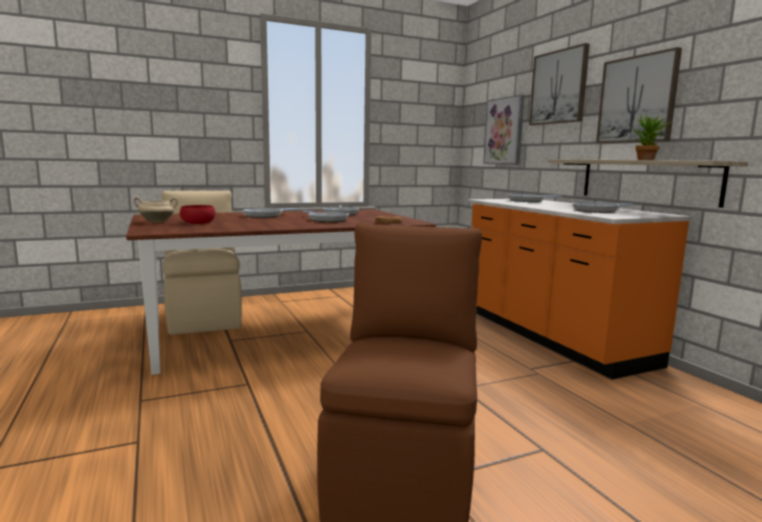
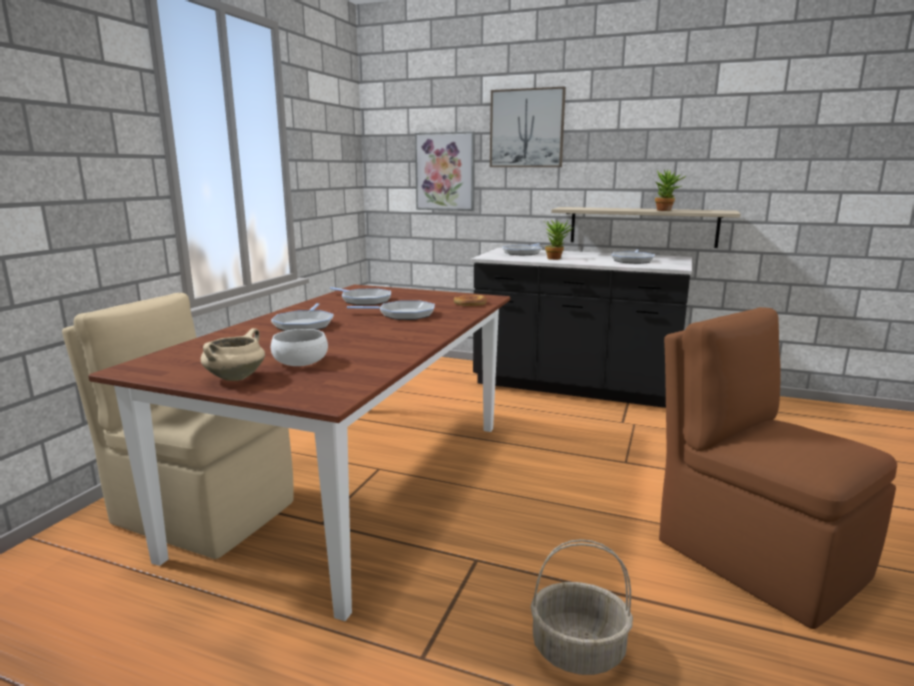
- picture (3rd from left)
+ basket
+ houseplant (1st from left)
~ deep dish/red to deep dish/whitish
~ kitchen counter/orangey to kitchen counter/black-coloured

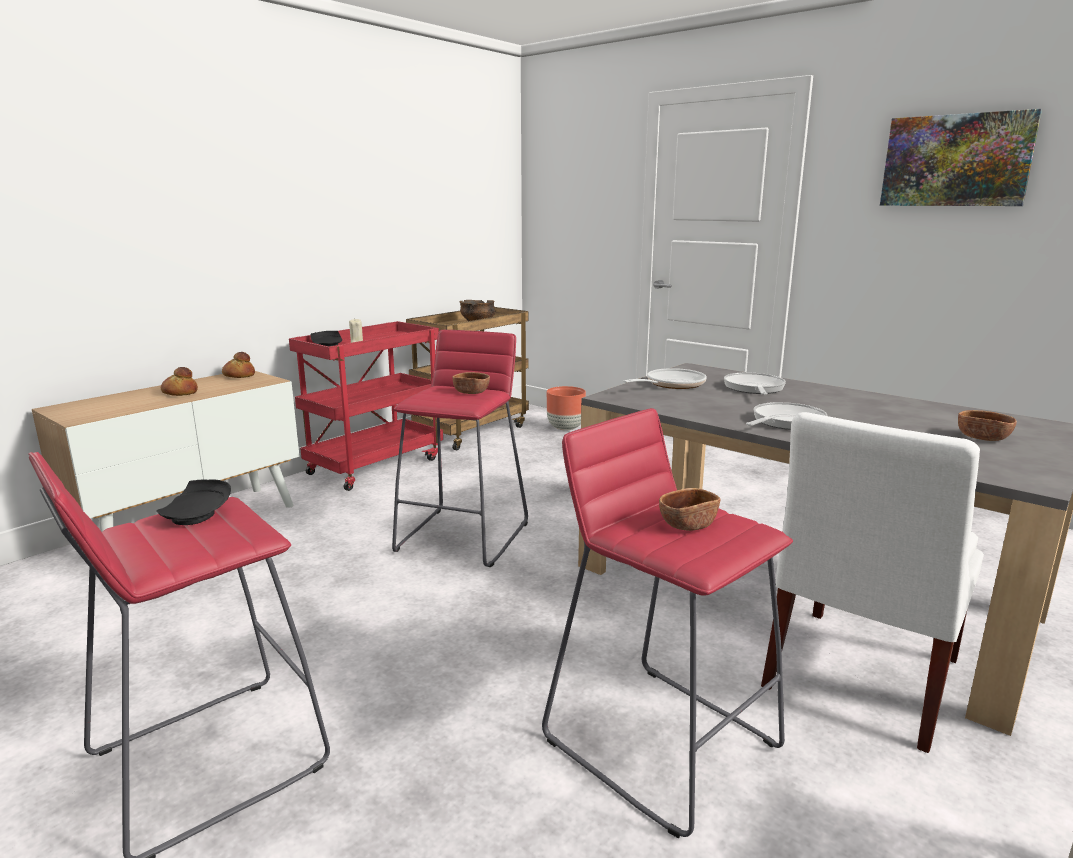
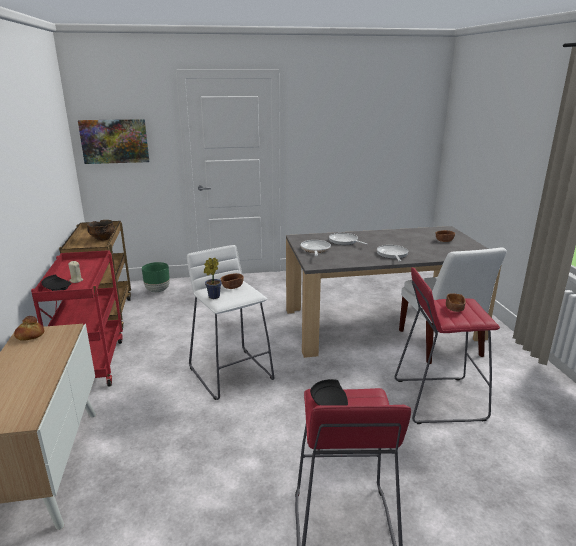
- baked bread (1st from left)
+ houseplant
~ picture
~ stool seat/red (2nd from left) to stool seat/whitish
~ planter/brownish to planter/green-coloured

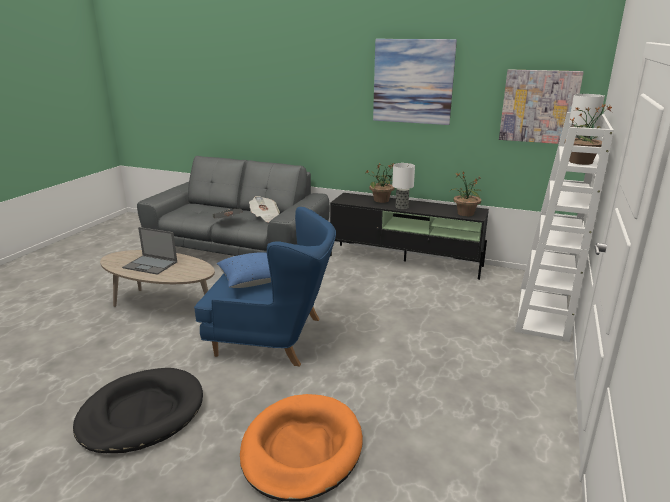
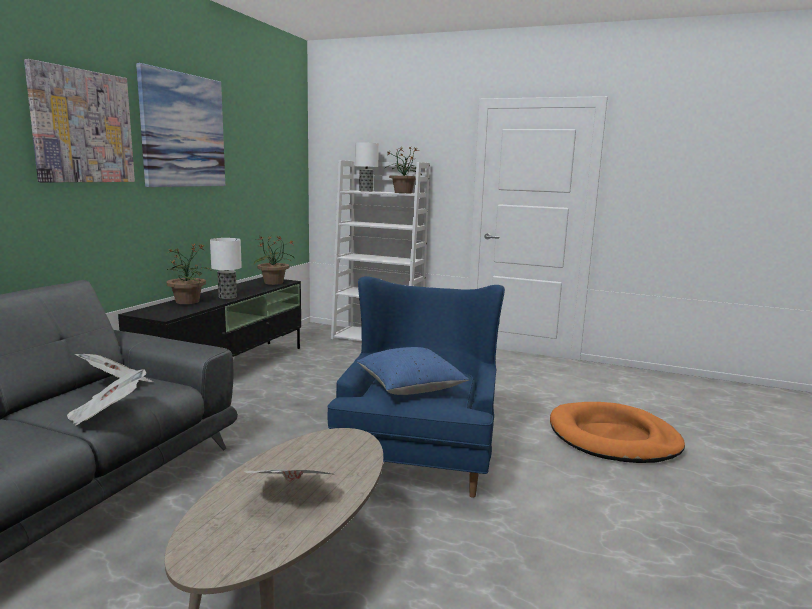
- pet bed/black-coloured
~ picture (2nd from left in the first image) to picture (1st from left)
~ laptop to printed paper (3rd from left)

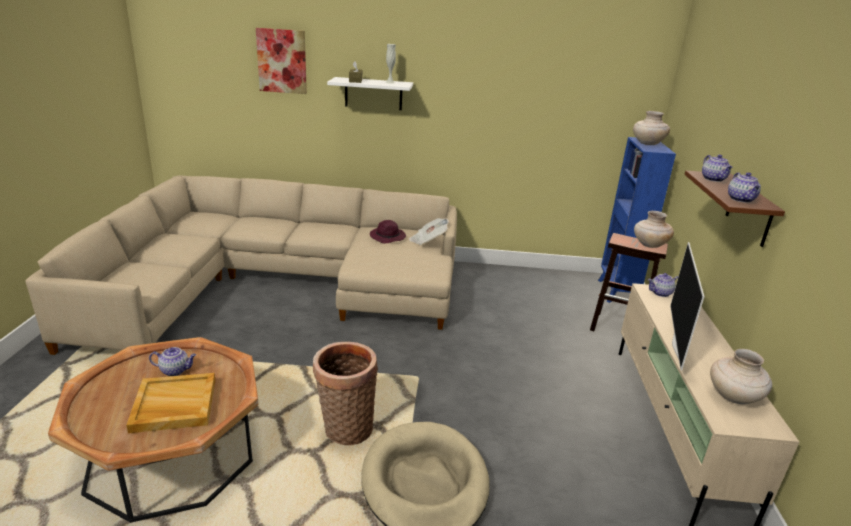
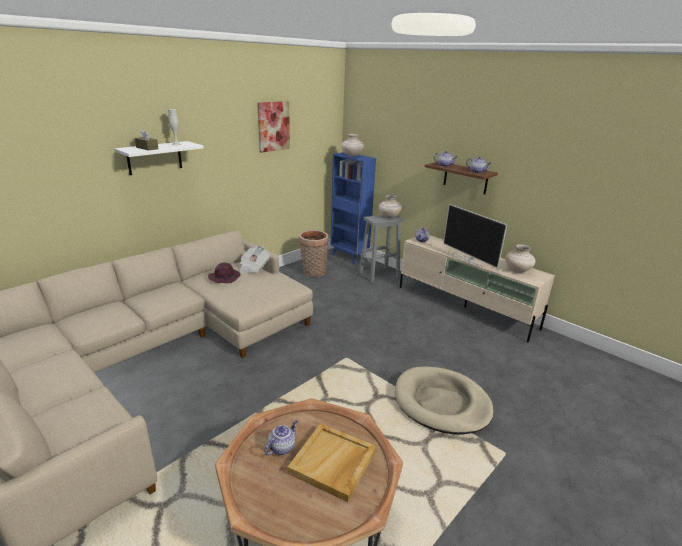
~ picture
~ basket
~ stool seat/brownish to stool seat/grey

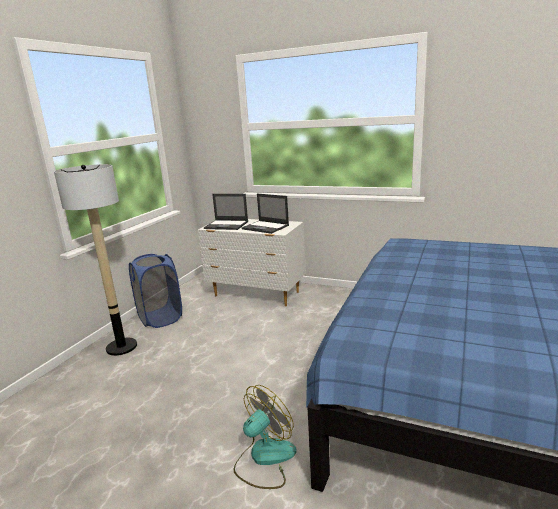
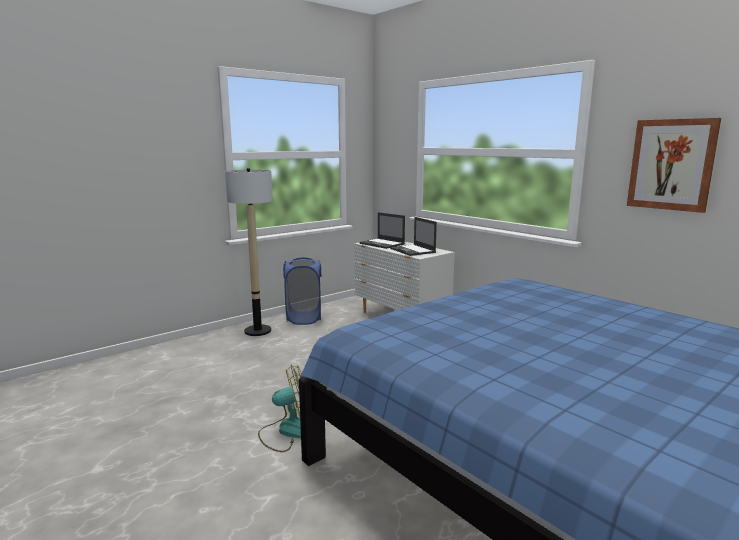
+ picture

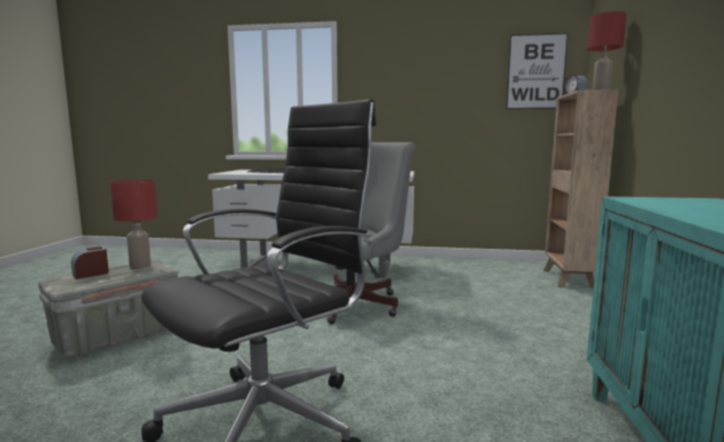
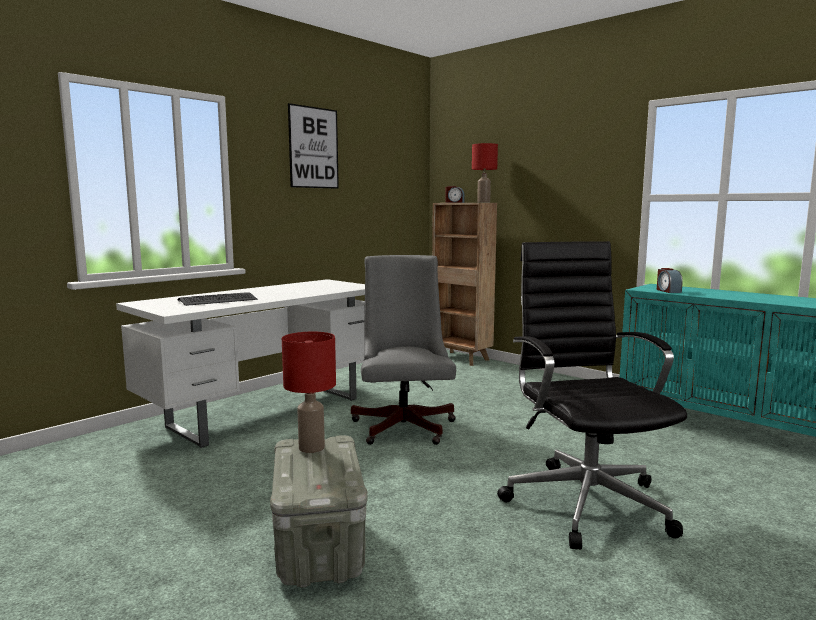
~ table clock (1st from left in the first image) to table clock (2nd from left)
~ picture

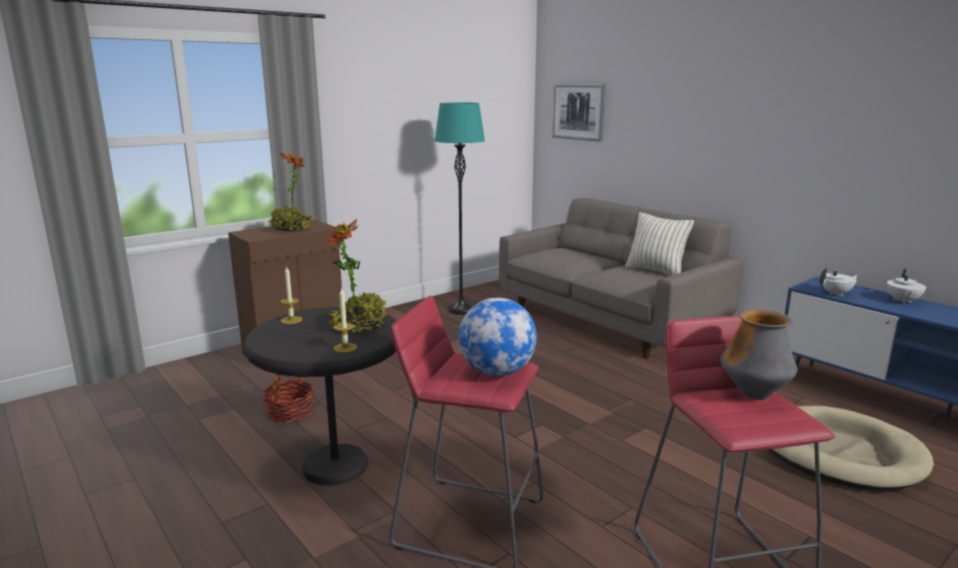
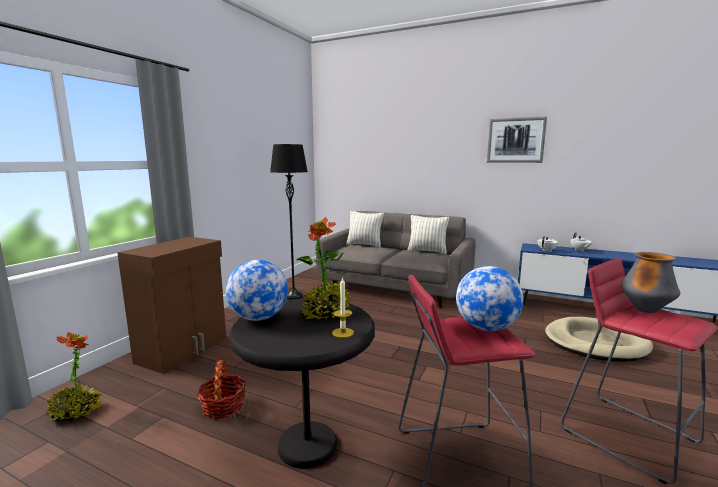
+ cushion (1st from left)
~ houseplant (1st from left)
~ picture
~ candle (1st from left) to globe (1st from left)
~ floor lamp/turquoise to floor lamp/black-coloured

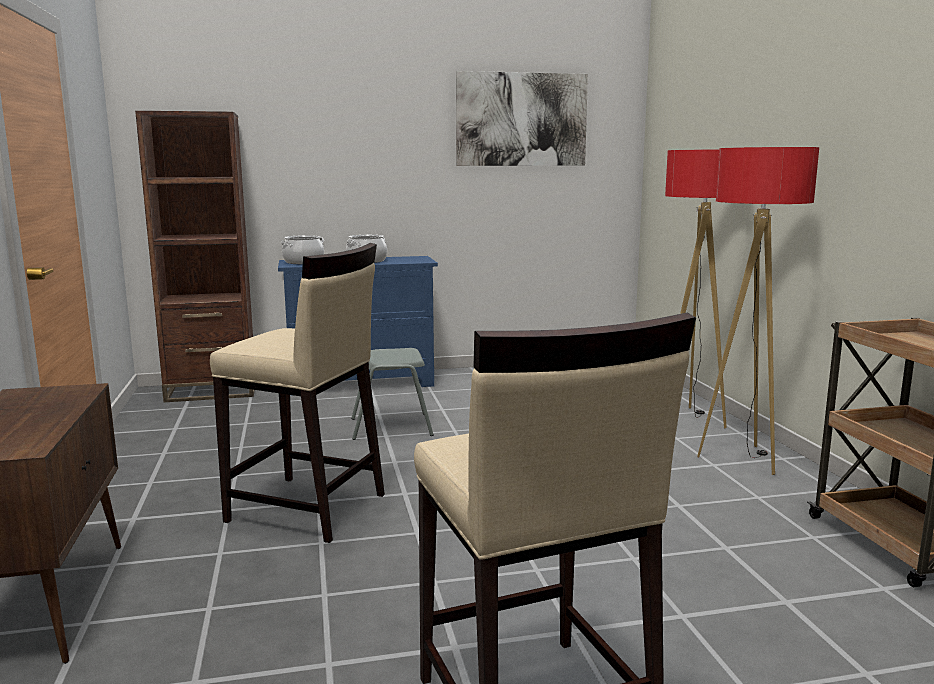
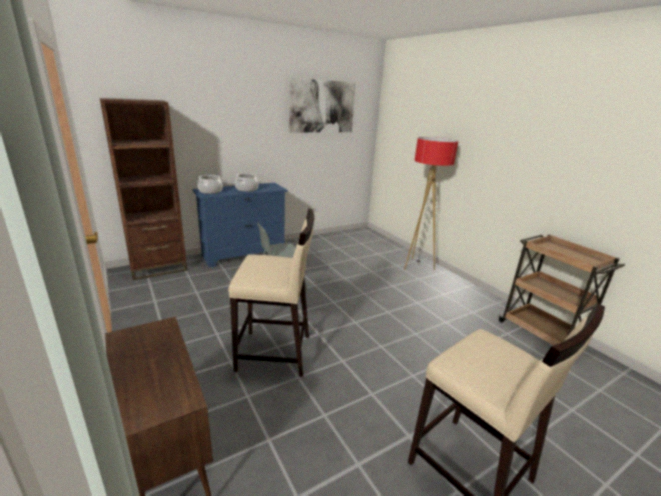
- floor lamp (2nd from left)

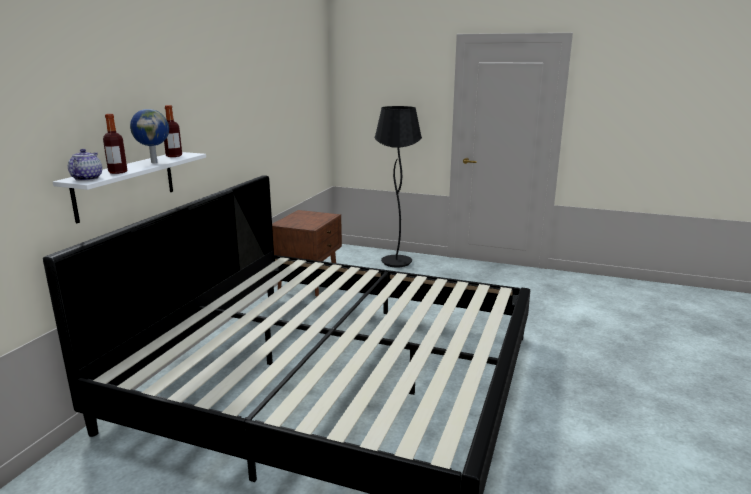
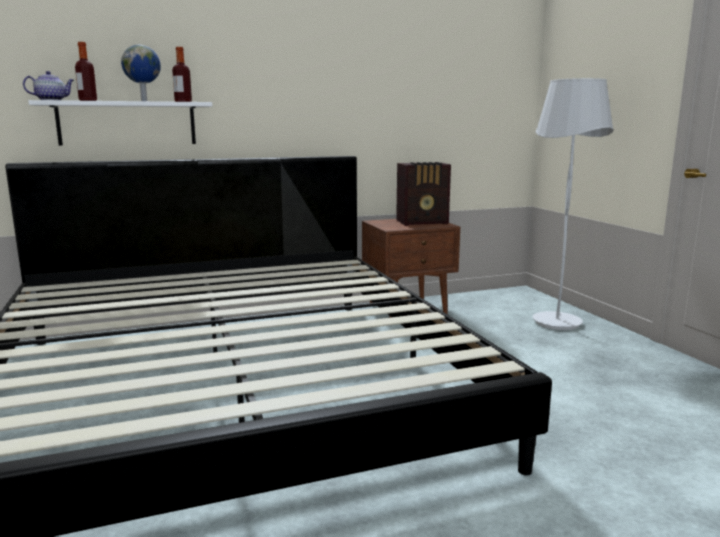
+ radio receiver
~ floor lamp/black-coloured to floor lamp/whitish

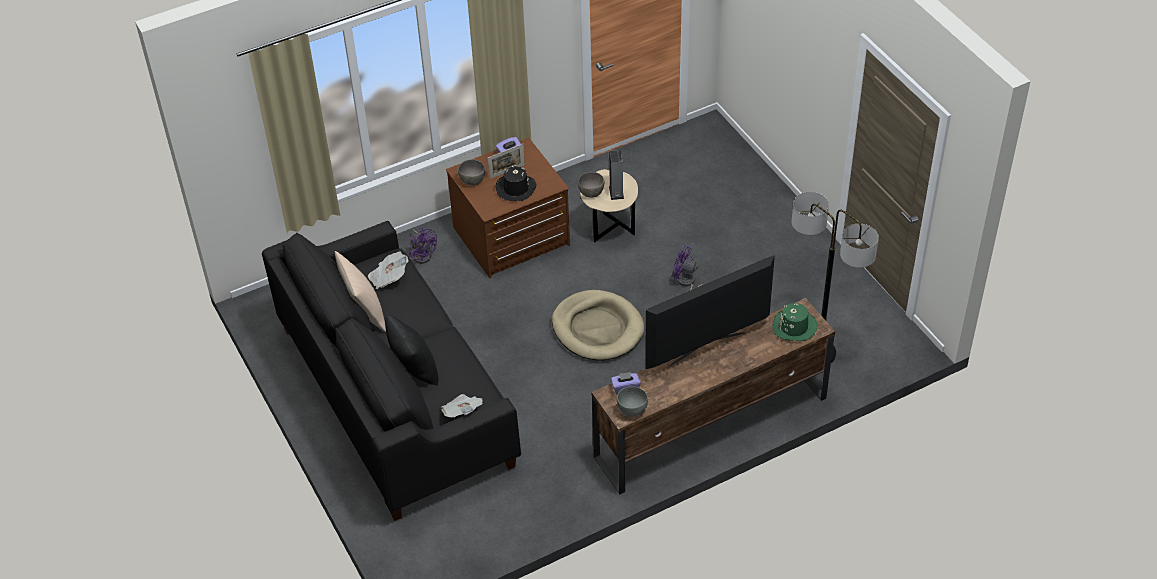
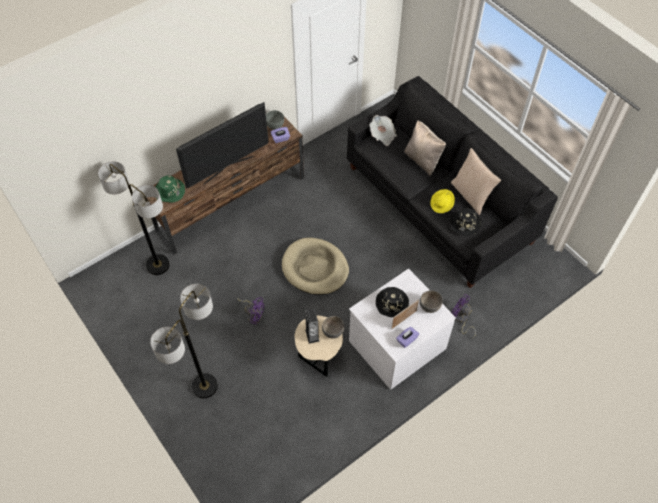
+ floor lamp (2nd from left)
+ wearable hat/yellow-coloured
~ printed paper (1st from left) to wearable hat/black-coloured (2nd from left)
~ cushion/black-coloured to cushion/beige (1st from left)
~ drawer chest/brownish to drawer chest/whitish

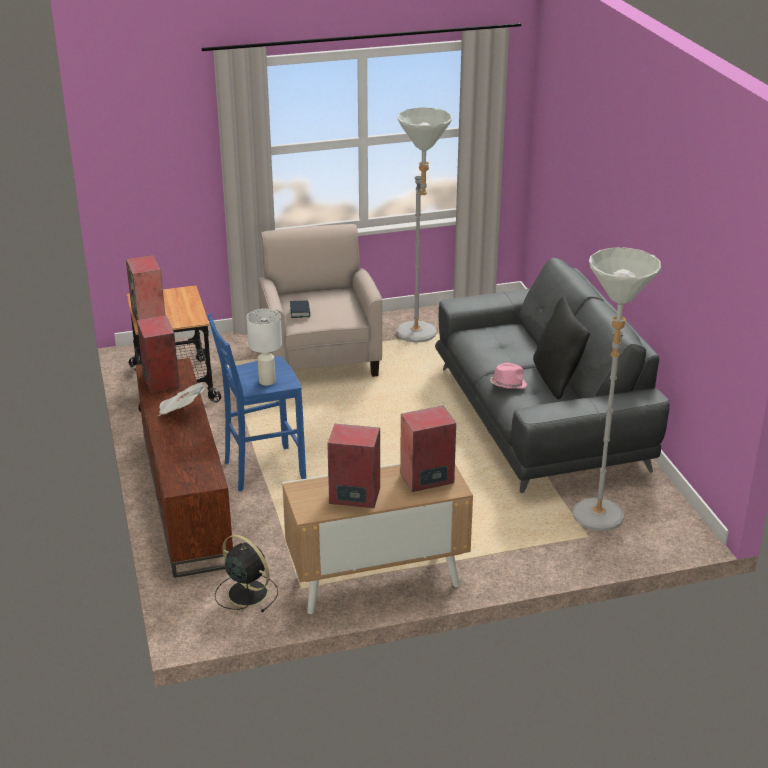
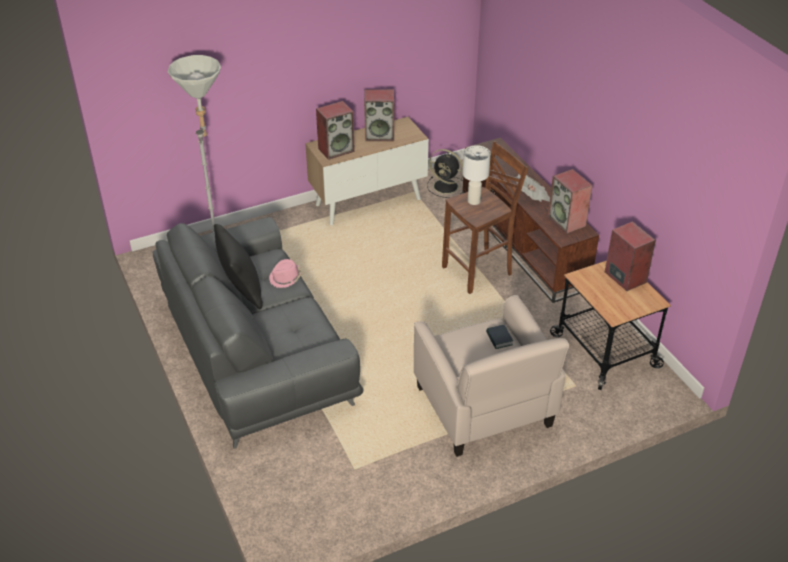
- floor lamp/grey (1st from left)
~ stool seat/bluish to stool seat/brownish

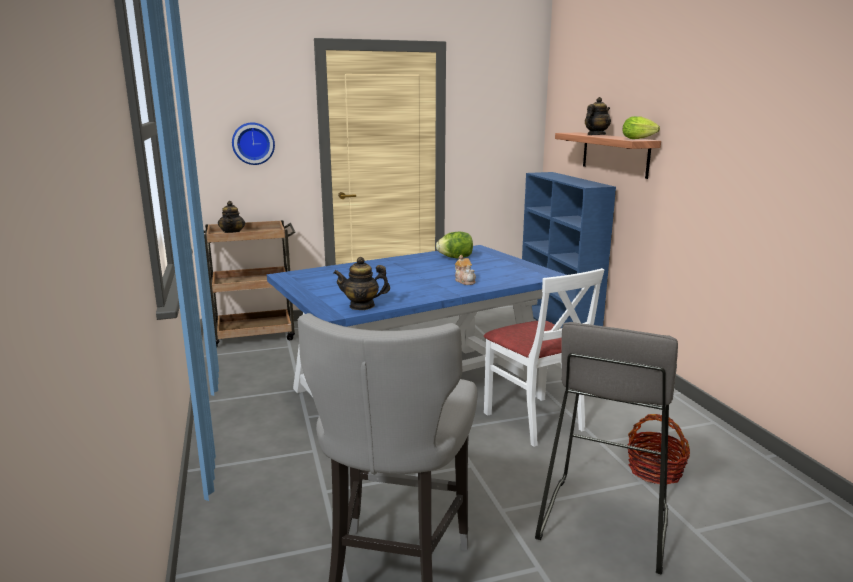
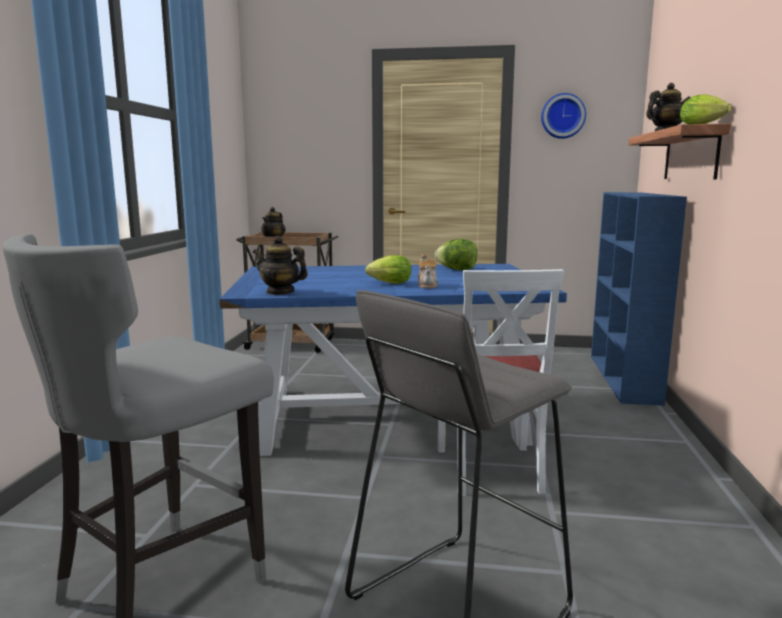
- basket
+ head of lettuce (1st from left)
~ hanging clock

